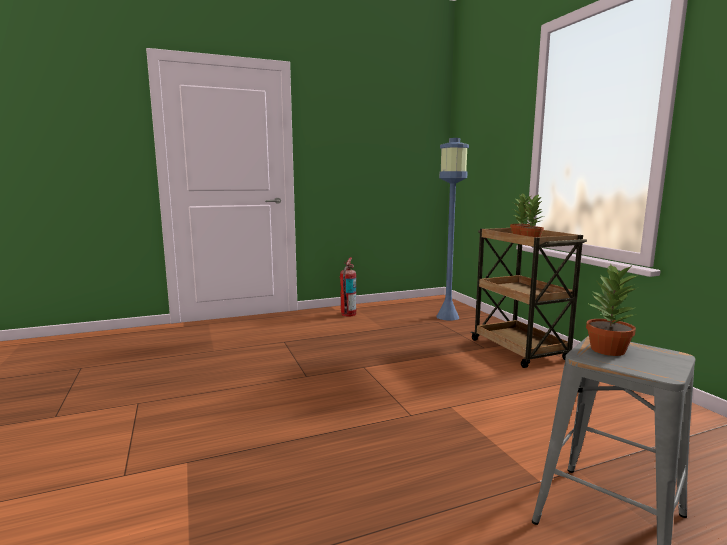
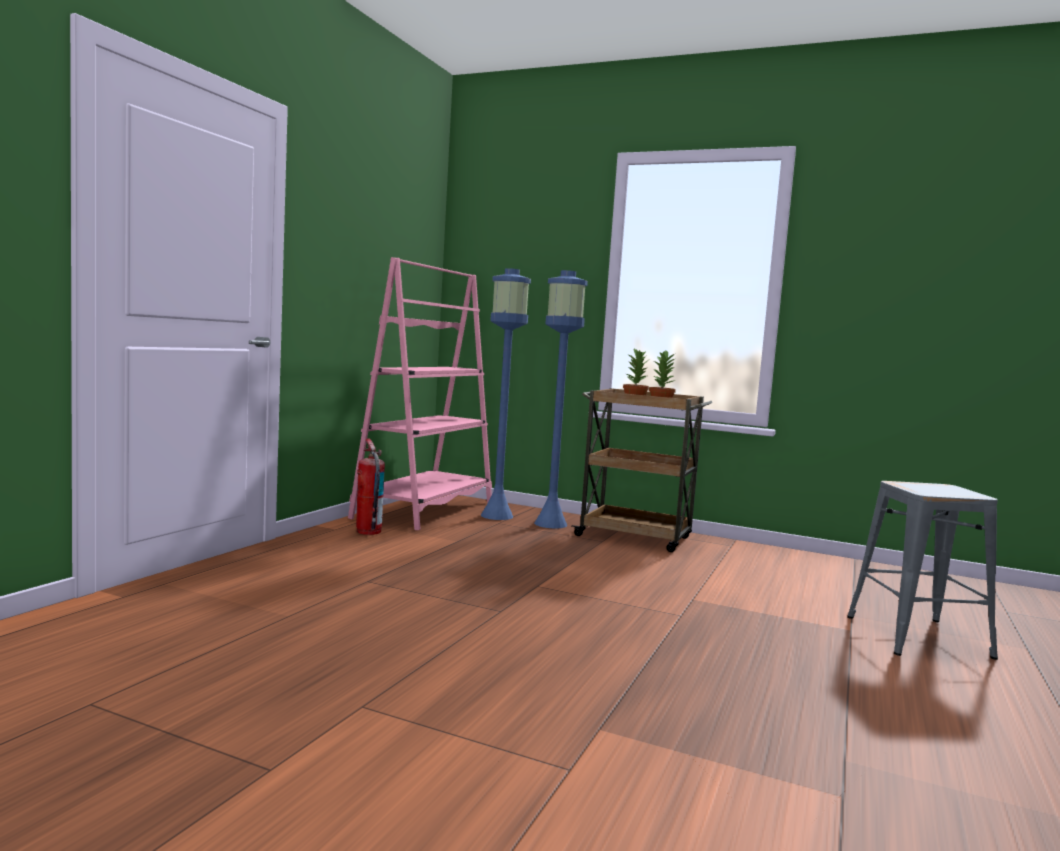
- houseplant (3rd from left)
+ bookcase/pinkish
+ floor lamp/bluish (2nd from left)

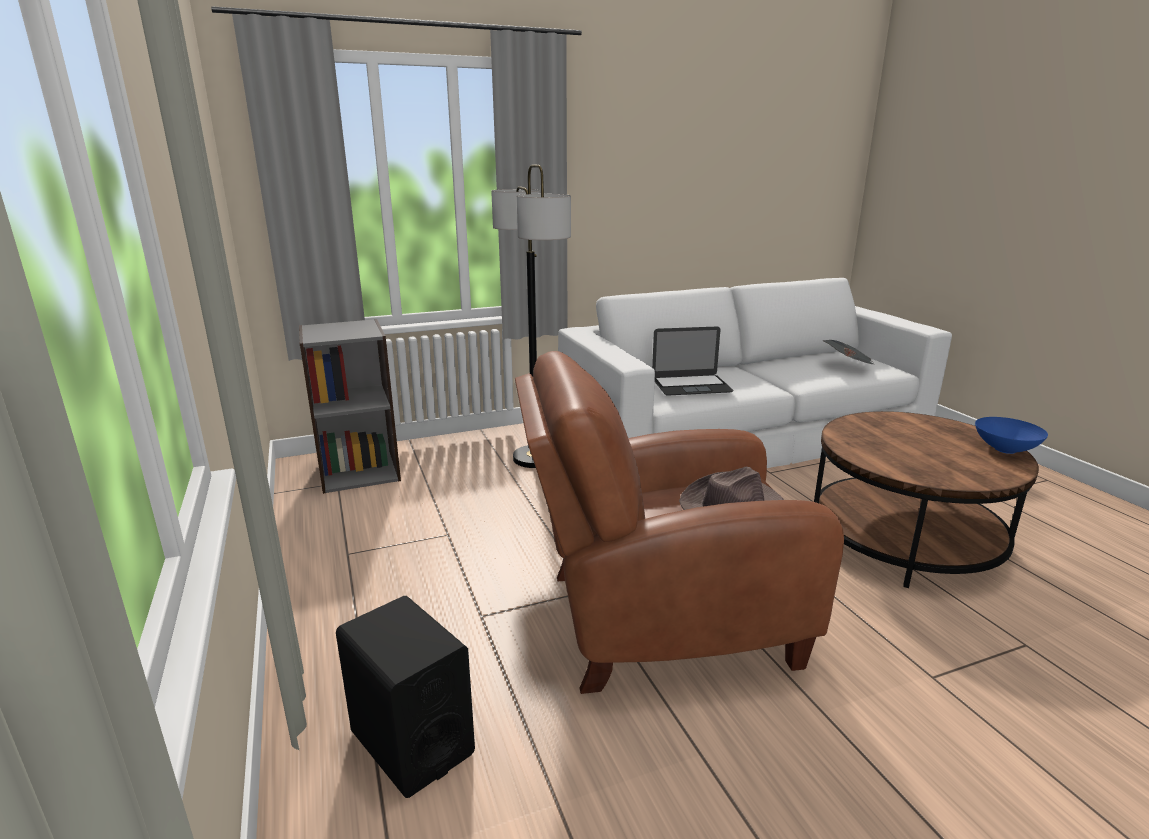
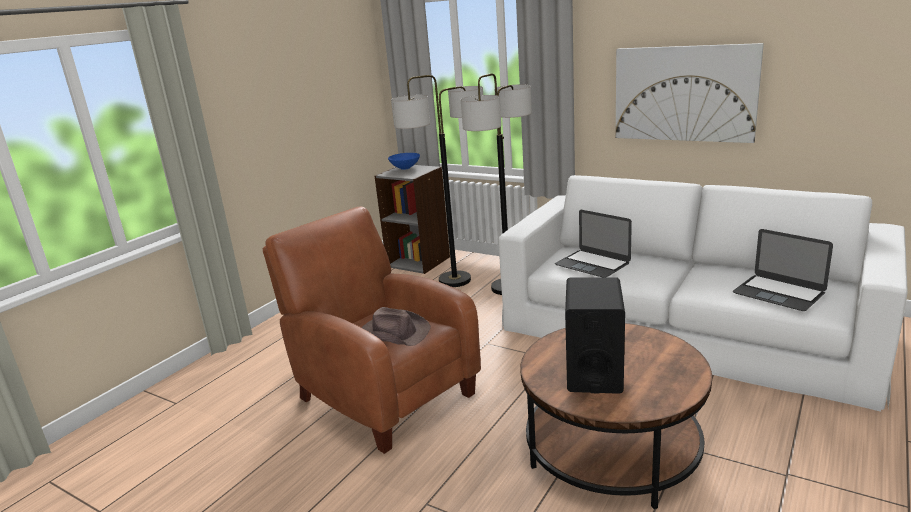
+ floor lamp (1st from left)
+ picture
~ speaker/black-coloured
~ deep dish/bluish
~ printed paper to laptop (2nd from left)

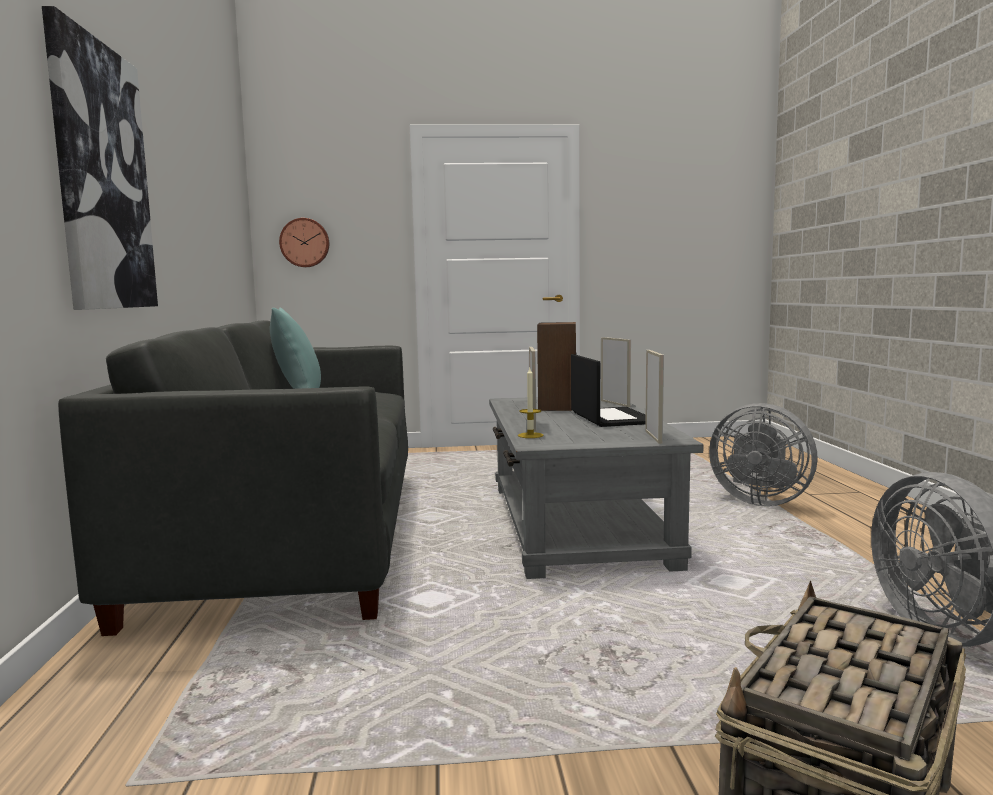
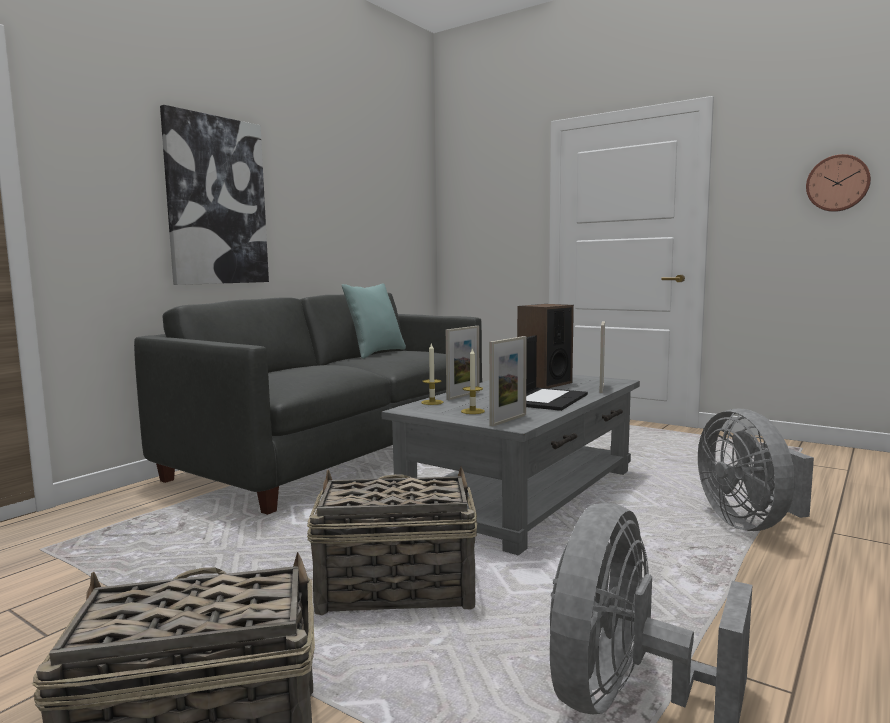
+ basket (2nd from left)
+ candle (2nd from left)
~ hanging clock

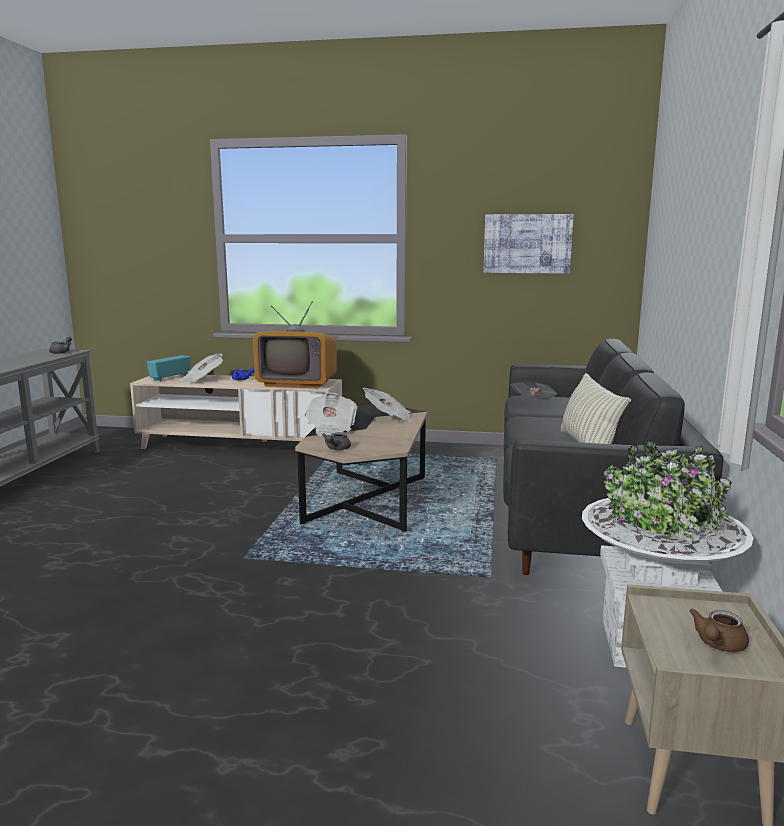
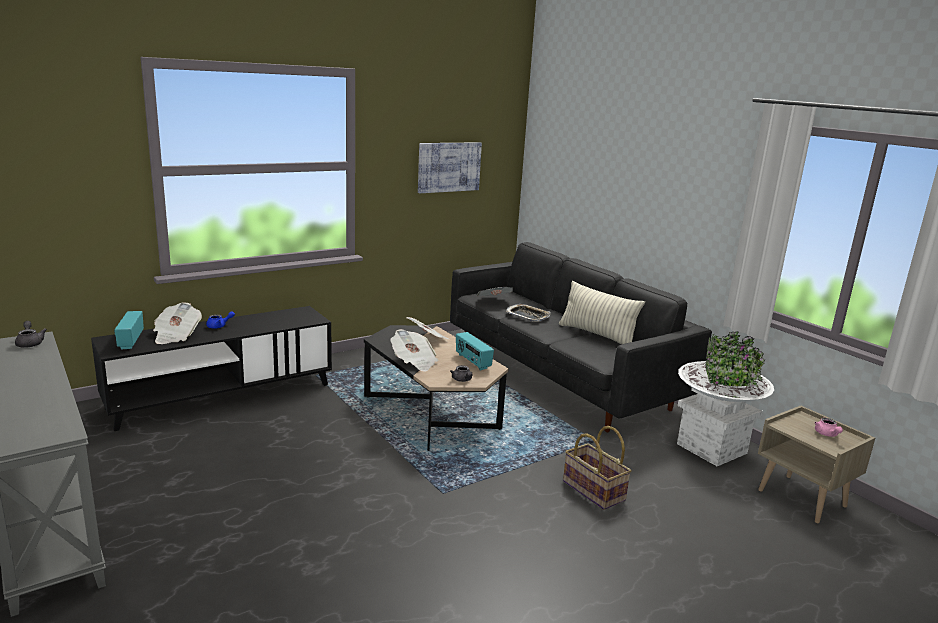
- television
+ radio receiver (2nd from left)
+ serving tray
+ basket
~ tv stand/beige to tv stand/black-coloured
~ tea pot/brownish to tea pot/pinkish

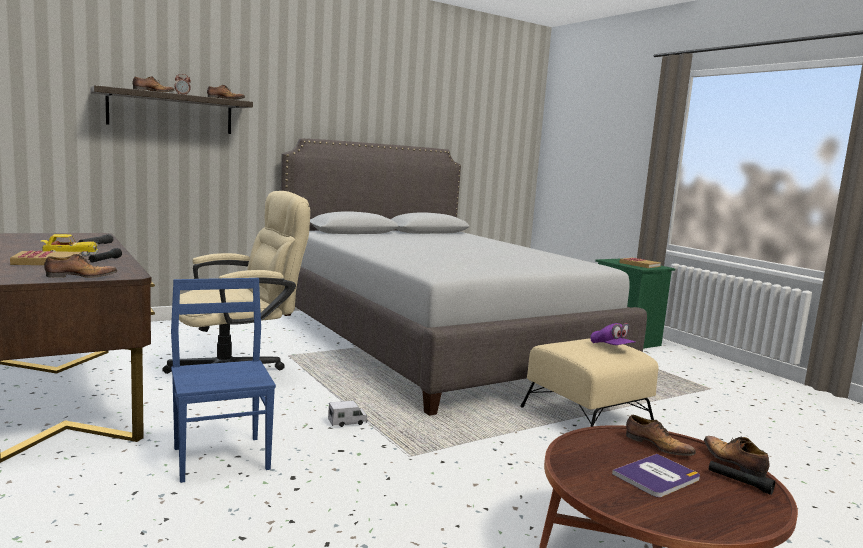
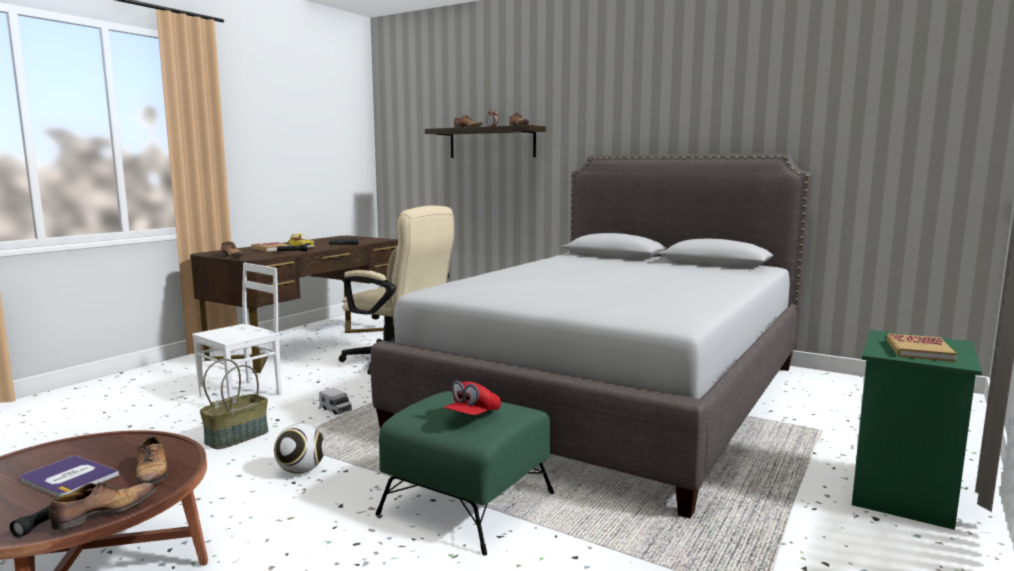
+ basket
+ ball for football
~ plain chair/bluish to plain chair/whitish
~ footrest/beige to footrest/green-coloured
~ baseball cap/purple to baseball cap/red
~ low shoe (4th from left in the first image) 45 degrees counterclockwise

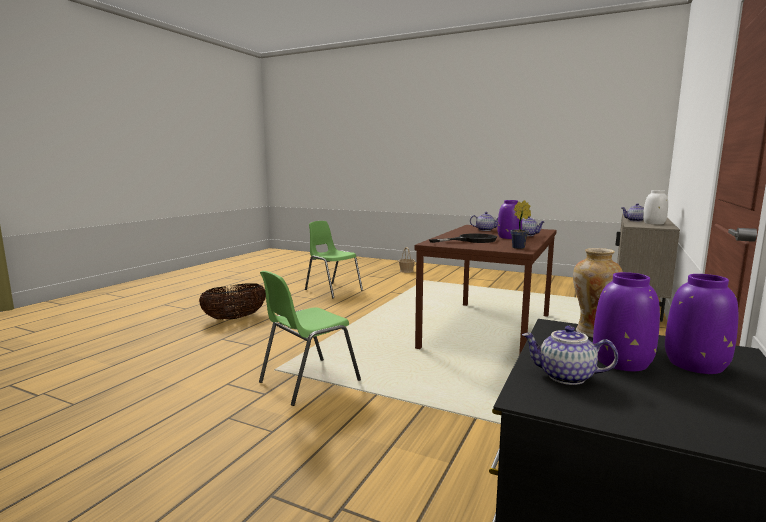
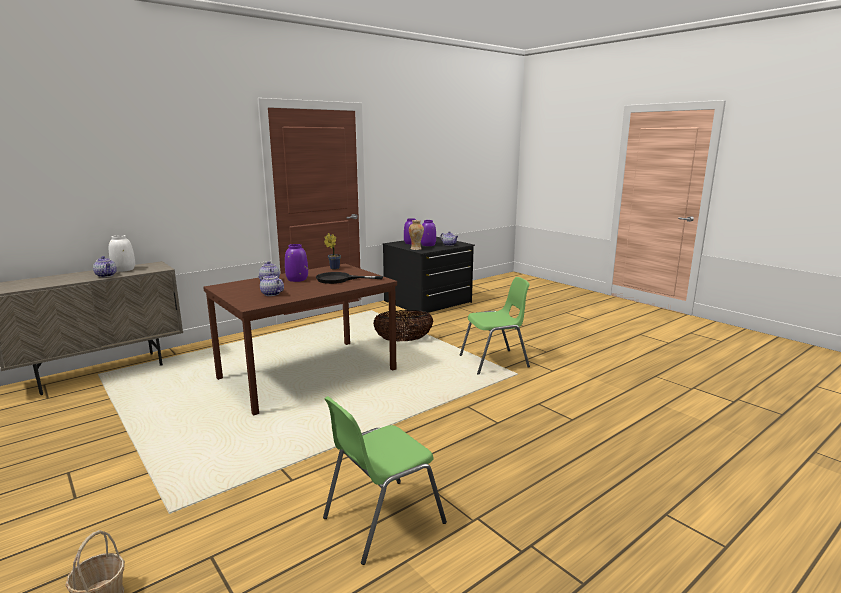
~ basket (1st from left in the first image) to basket (2nd from left)
~ plain chair/green-coloured (2nd from left in the first image) 75 degrees clockwise

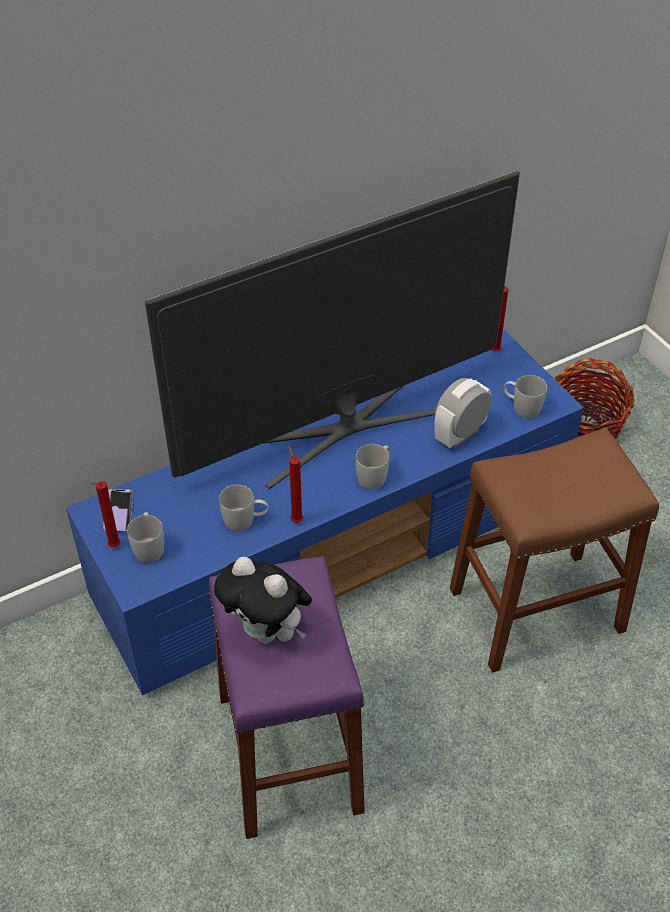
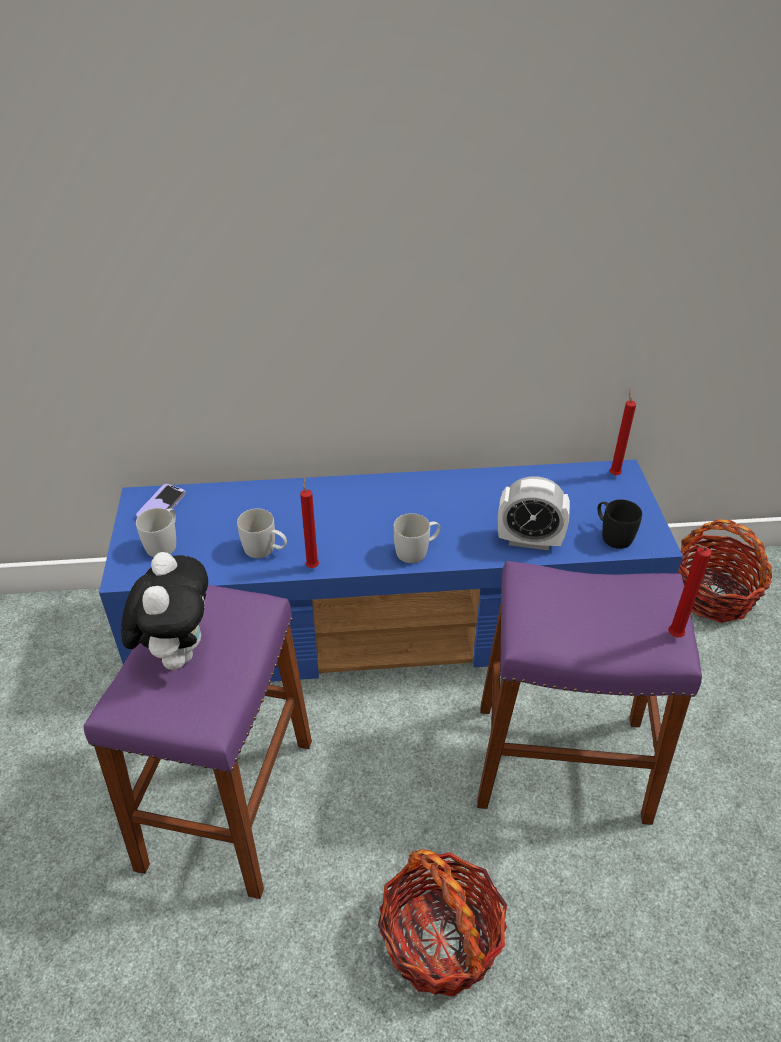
- television
+ basket (1st from left)
~ candle/red (1st from left in the first image) to candle/red (3rd from left)
~ stool seat/brownish to stool seat/purple (2nd from left)
~ mug/whitish (4th from left) to mug/black-coloured
~ soft toy 150 degrees counterclockwise
~ table clock 150 degrees counterclockwise

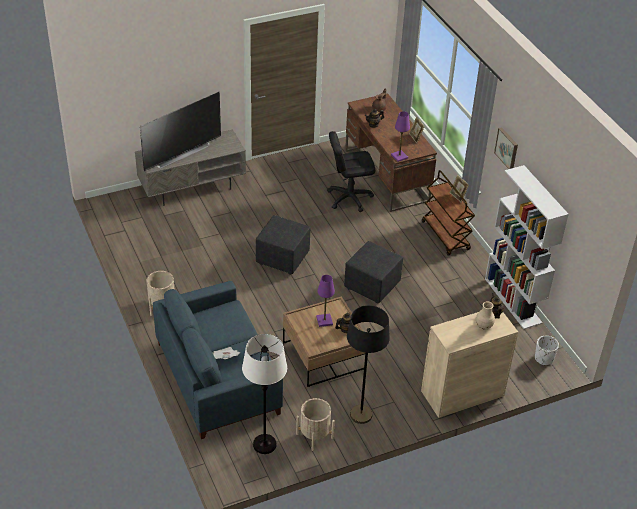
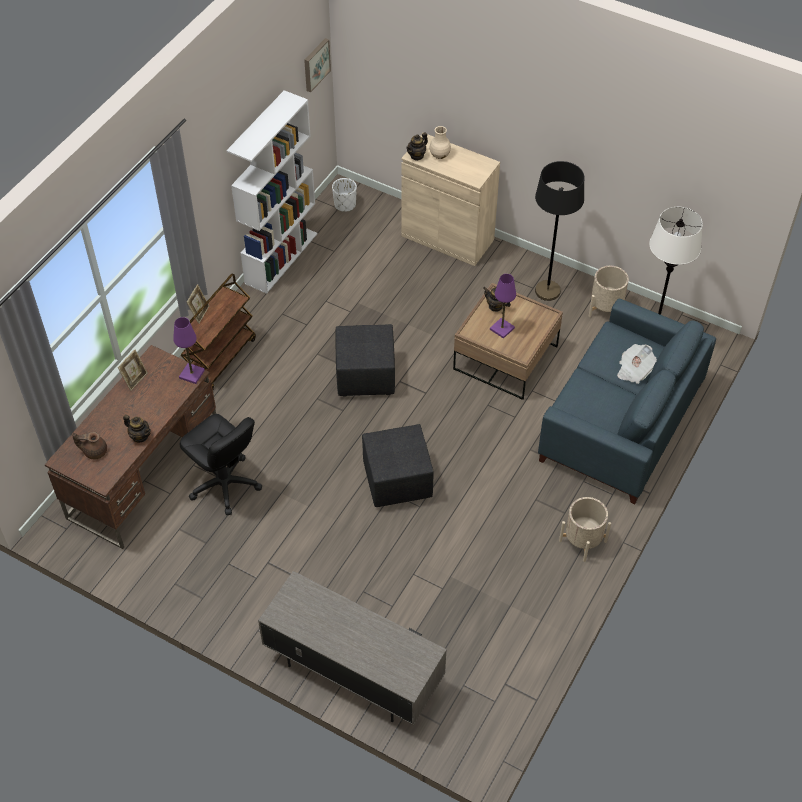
- television
~ picture

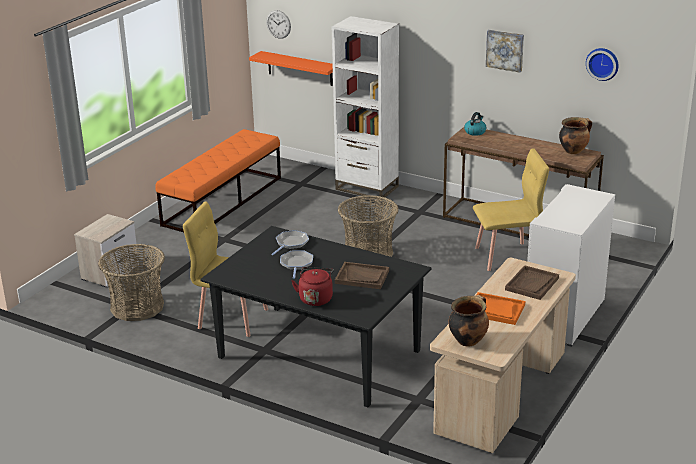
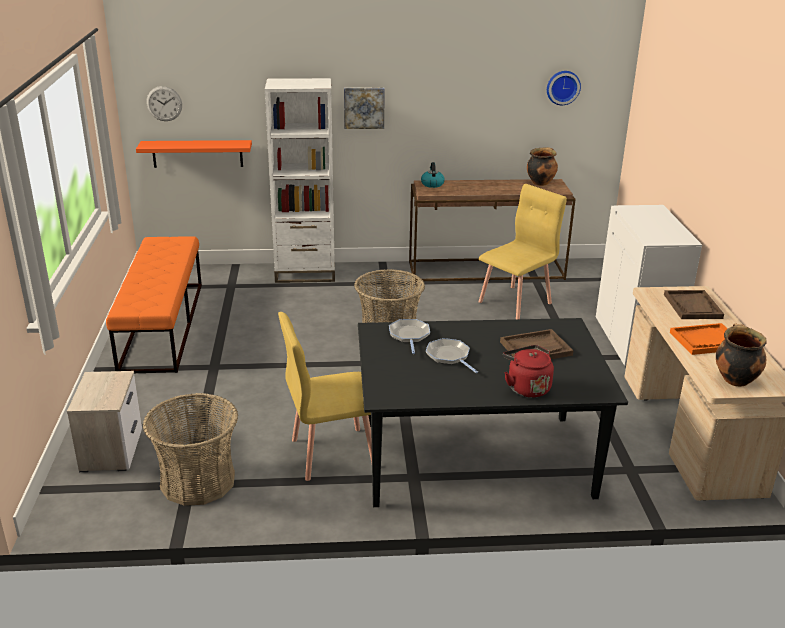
~ picture

